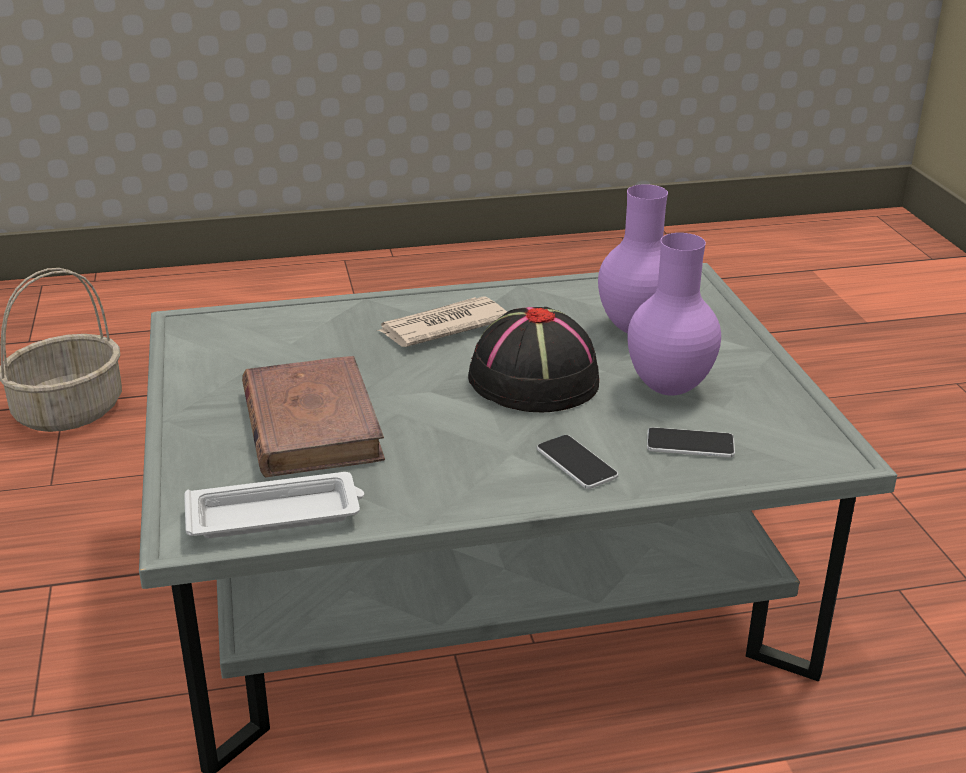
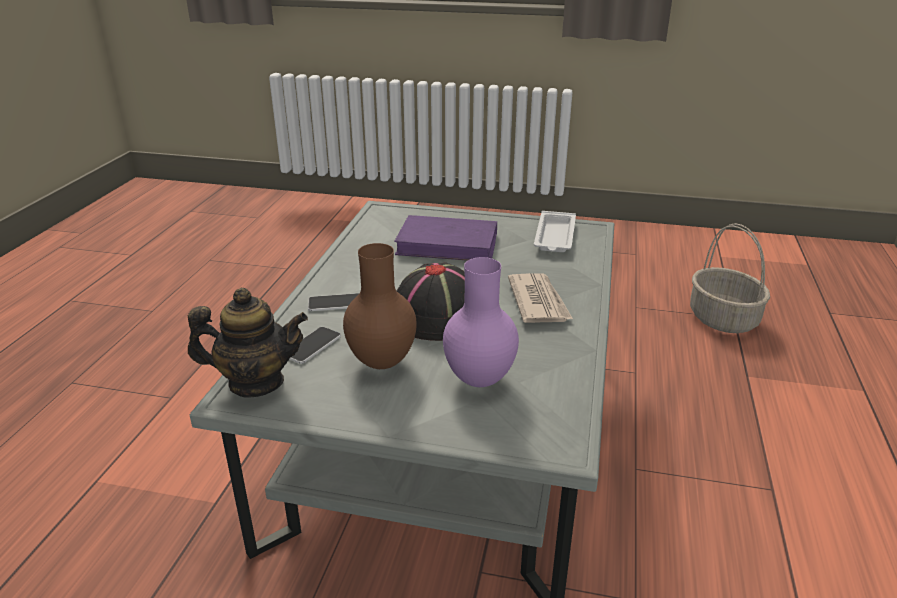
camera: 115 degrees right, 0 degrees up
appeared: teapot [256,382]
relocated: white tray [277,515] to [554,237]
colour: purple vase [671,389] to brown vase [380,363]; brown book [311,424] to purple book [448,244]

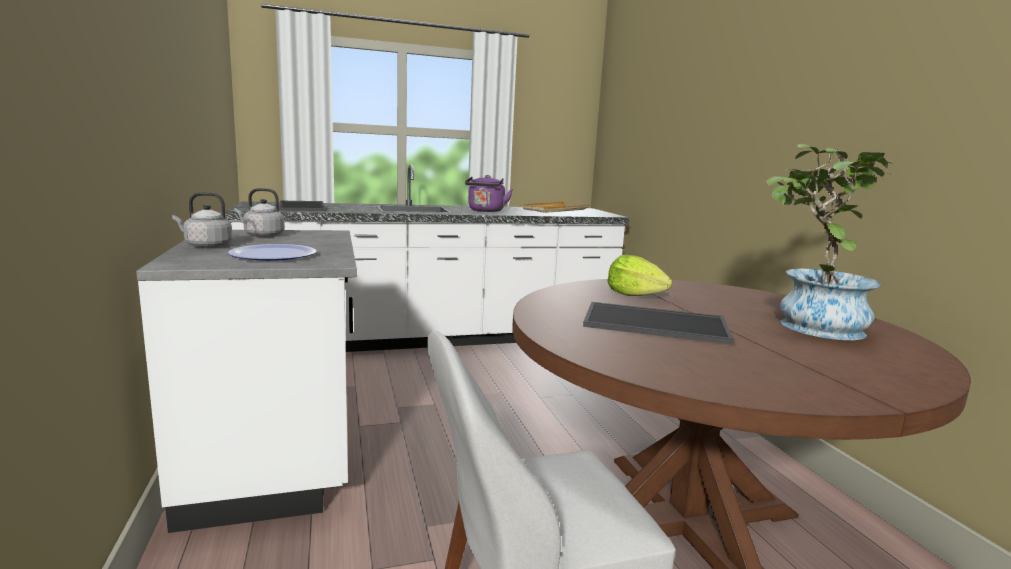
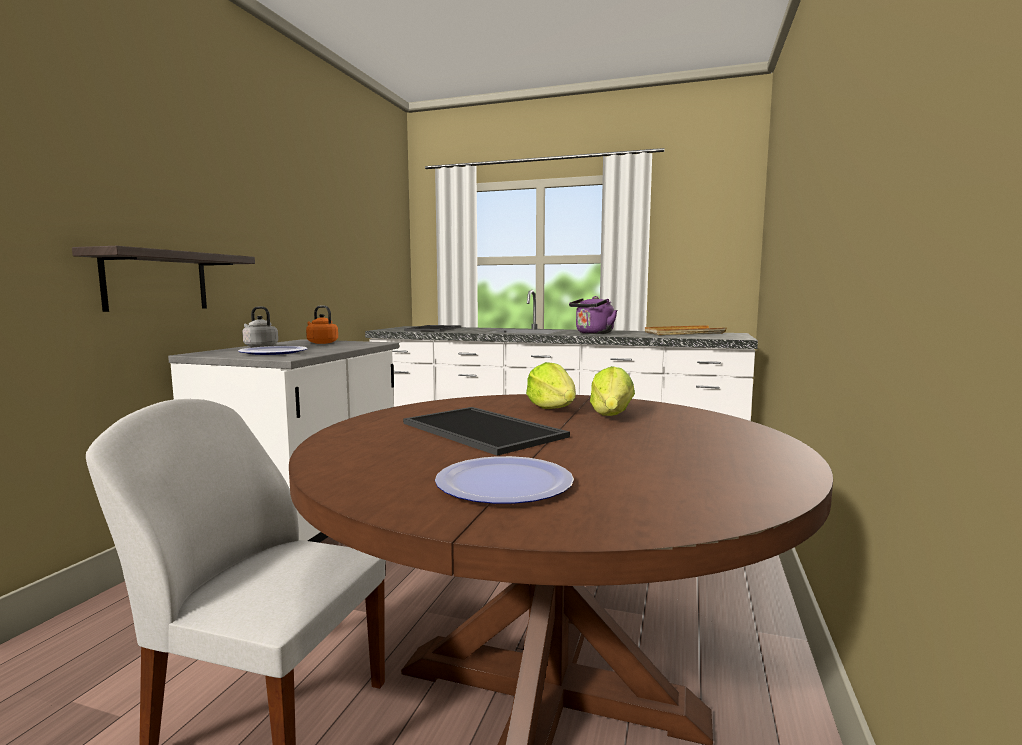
camera: 35 degrees right, 5 degrees down
missing: potted plant [808,324]
appeared: shelf [156,281]; plate [504,483]; lettuce [611,416]
colour: grey kettle [262,235] to orange kettle [321,343]

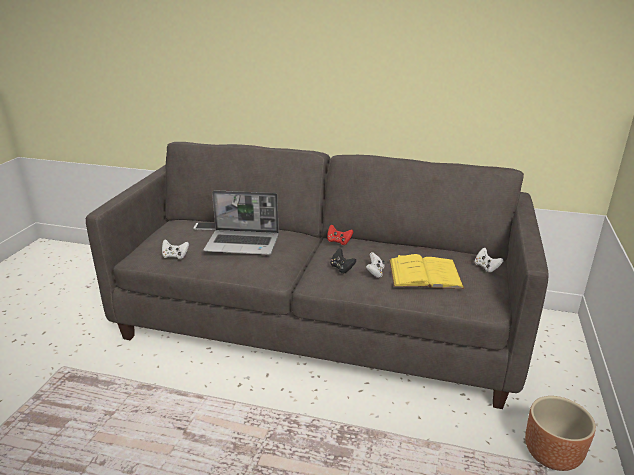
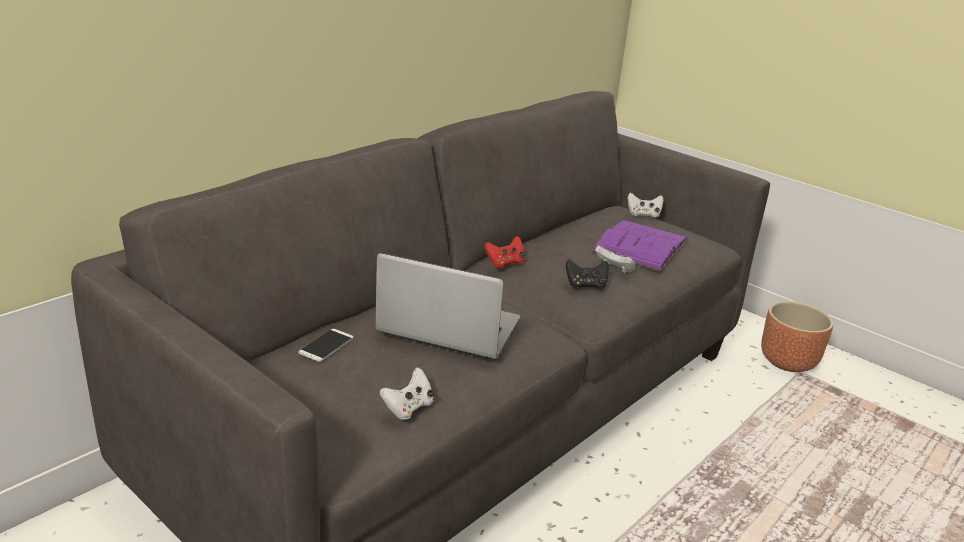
camera: 65 degrees left, 0 degrees up
colour: yellow book [425,274] to purple book [640,245]
spun: laptop [243,243] = [446,328] 105 degrees counterclockwise

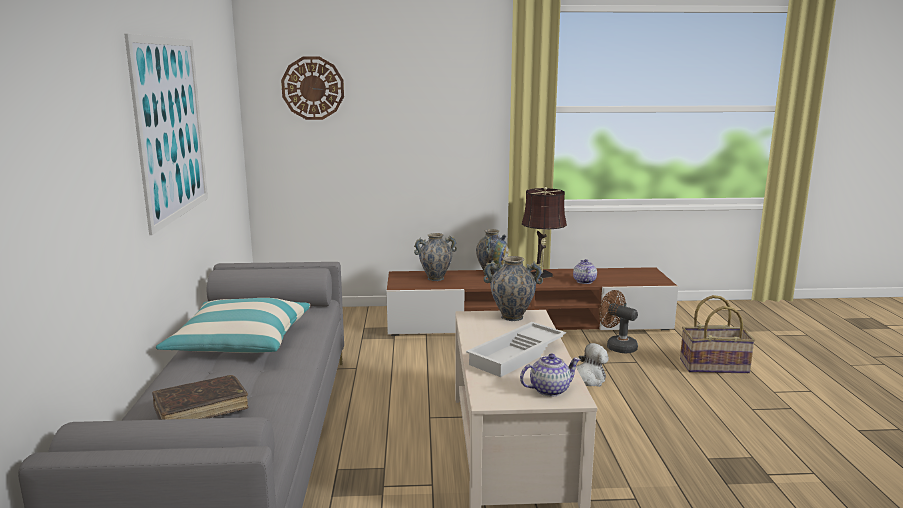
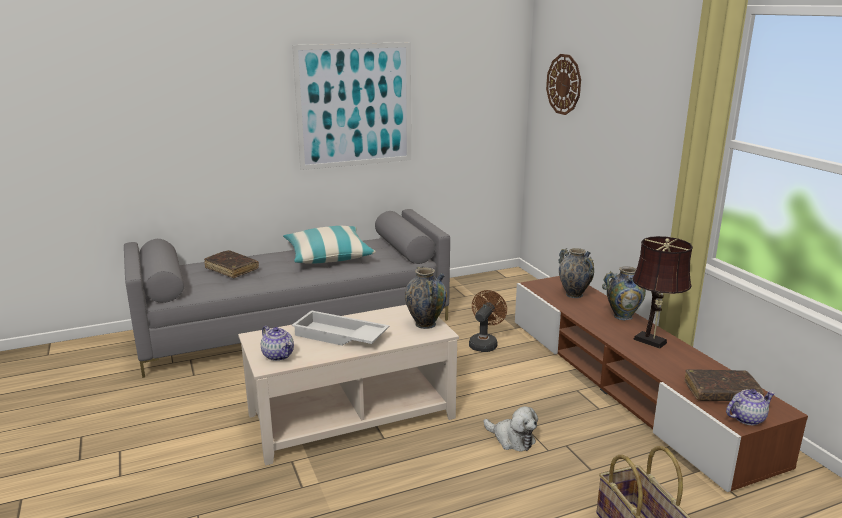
camera: 70 degrees right, 5 degrees up
appeared: brown book [721,392]
relocated: brown fan [617,346] to [484,343]; teapot [584,281] to [747,418]

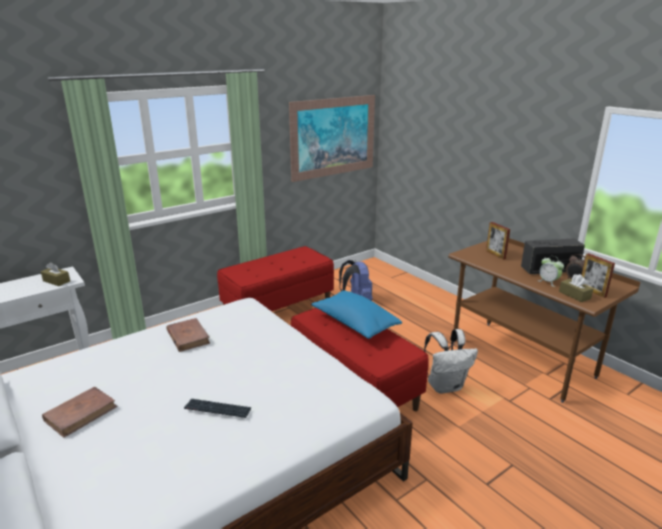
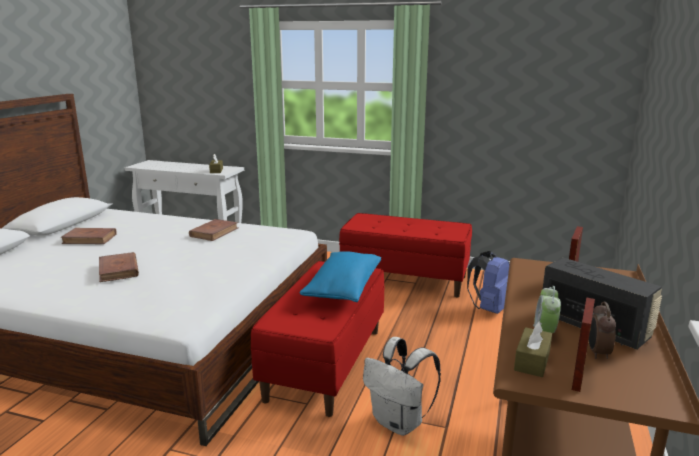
camera: 55 degrees right, 5 degrees down
missing: picture [333,137]
exchanged: keyboard [217,409] to brown book [118,270]

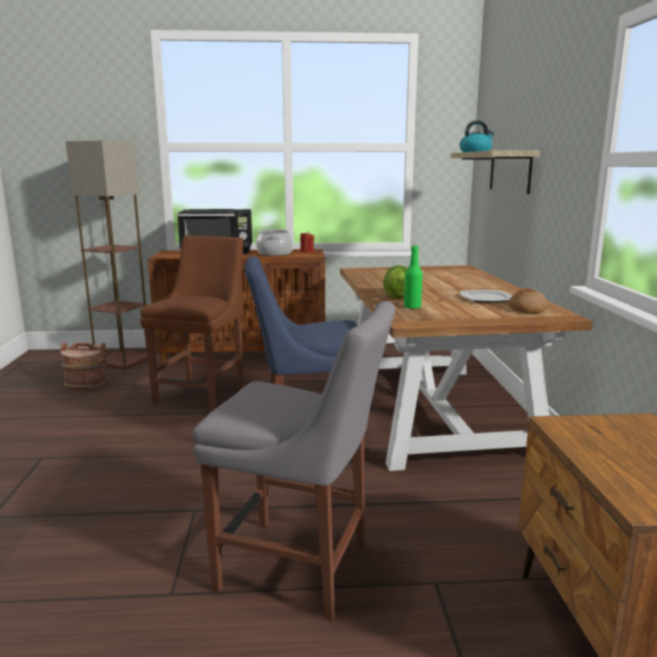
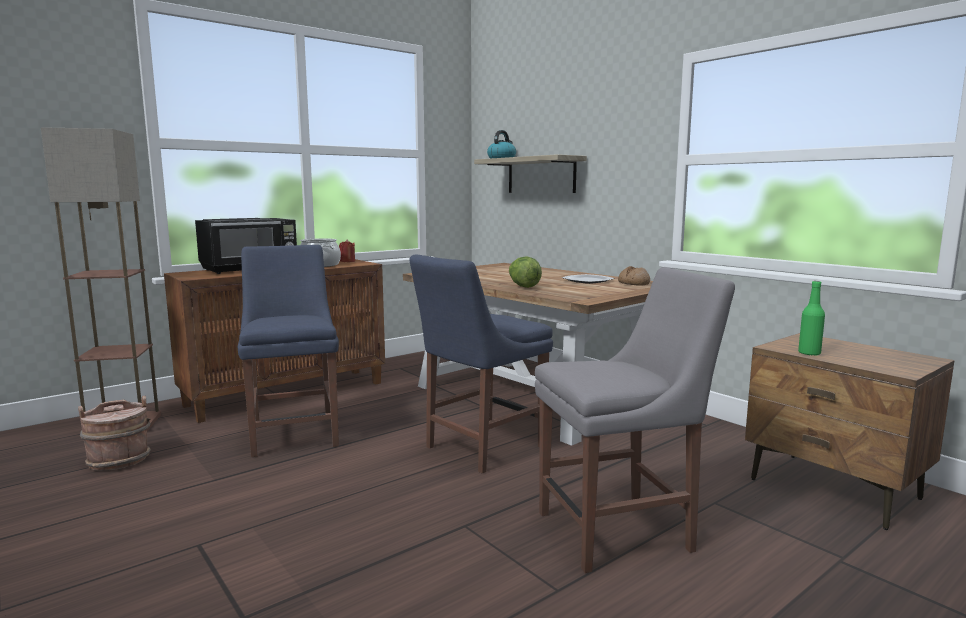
camera: 35 degrees left, 5 degrees down
relocated: green bottle [412,307] to [809,353]
colour: brown chair [203,393] to blue chair [295,433]

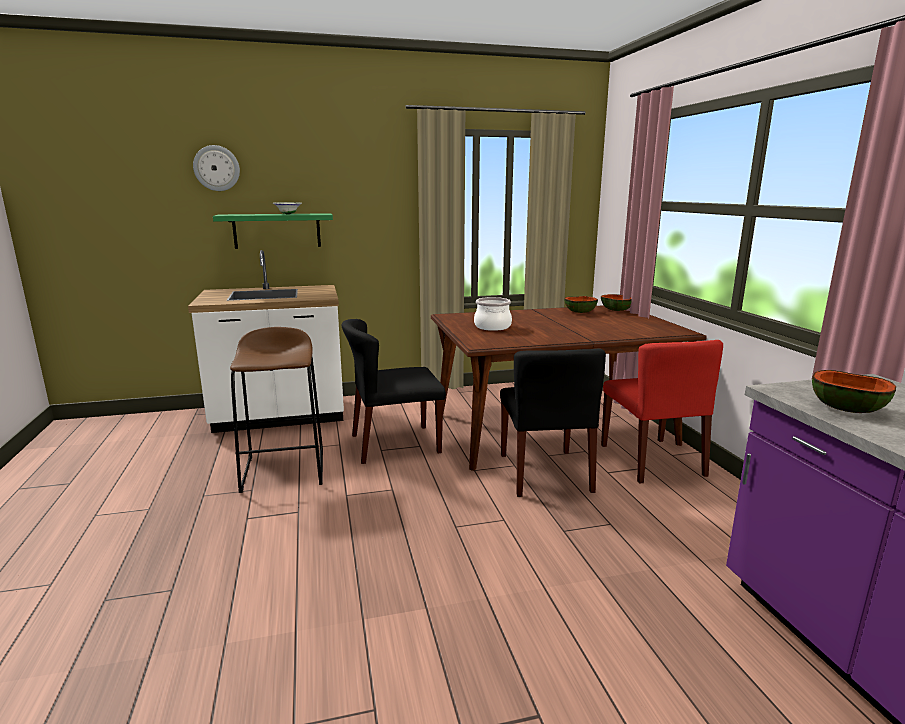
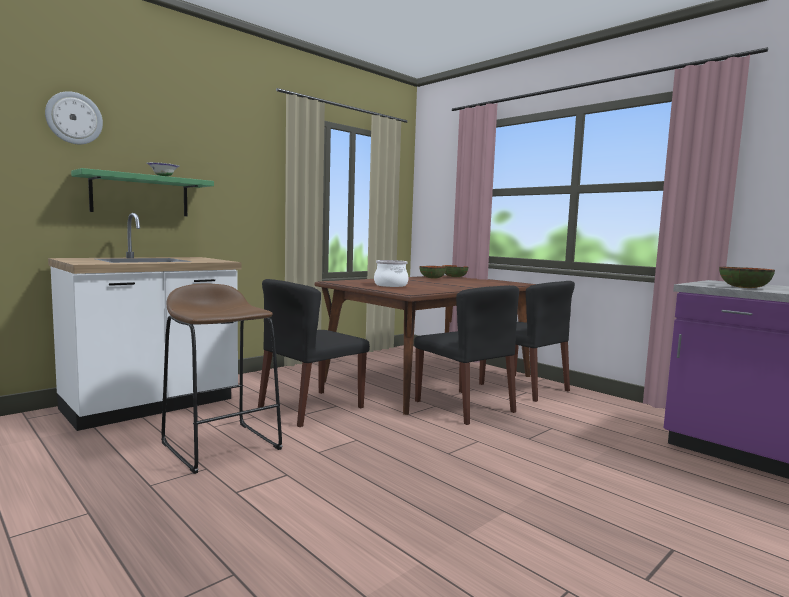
camera: 30 degrees left, 10 degrees down
colour: red chair [652,460] to black chair [524,387]

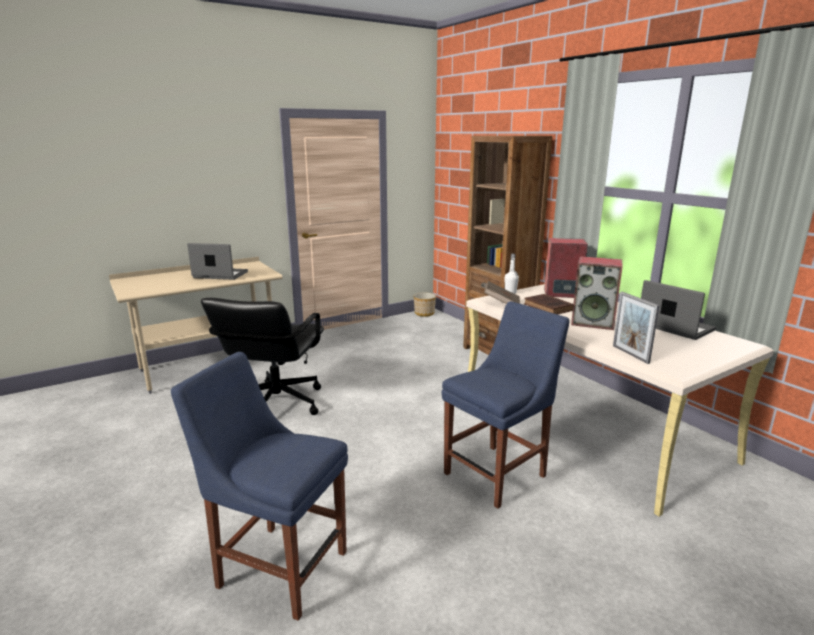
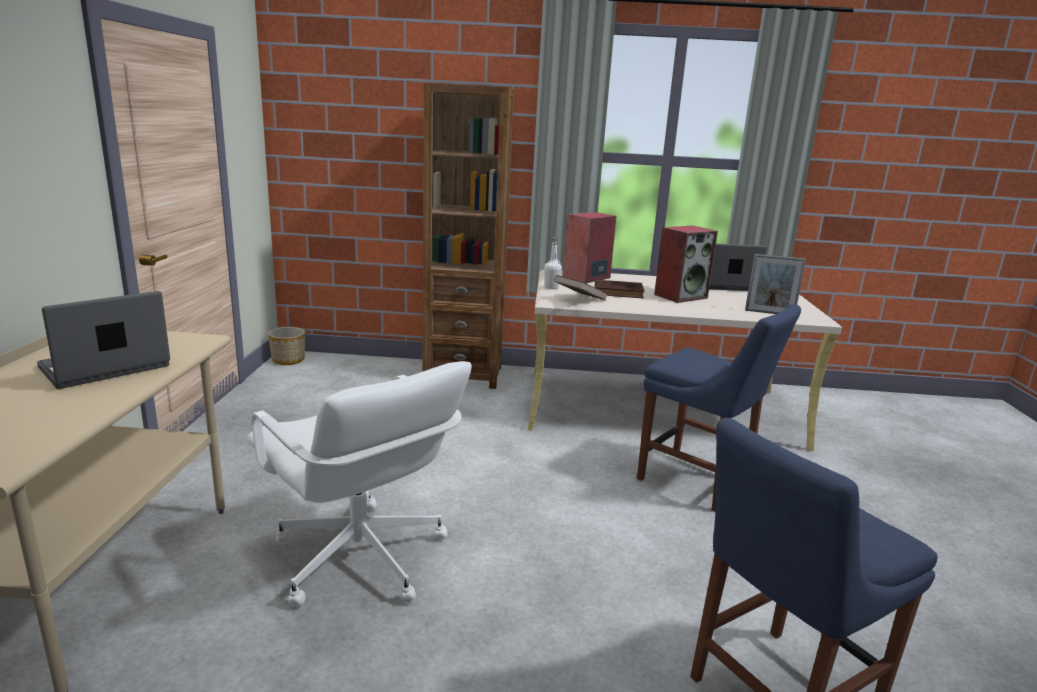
camera: 55 degrees left, 0 degrees up
colour: black office chair [276,404] to white office chair [360,559]
spun: blue chair [499,473] = [699,482] 135 degrees clockwise

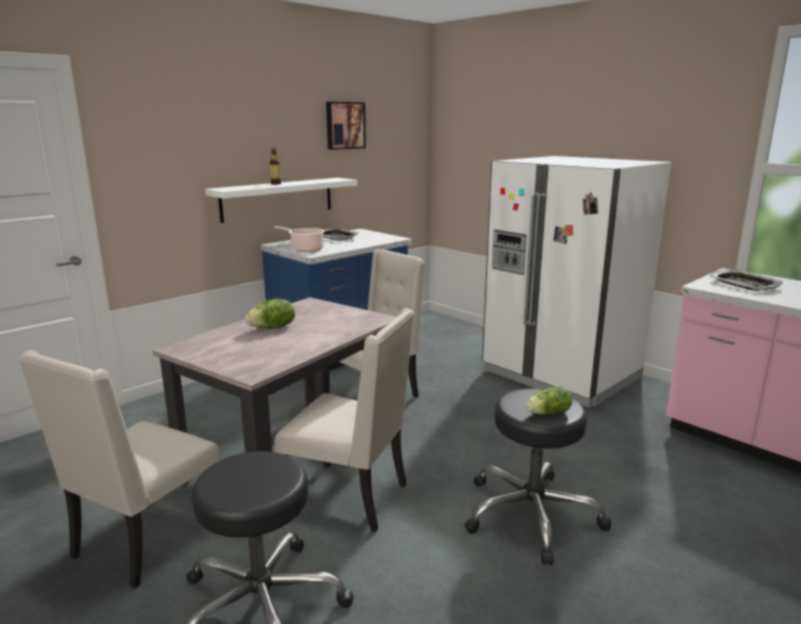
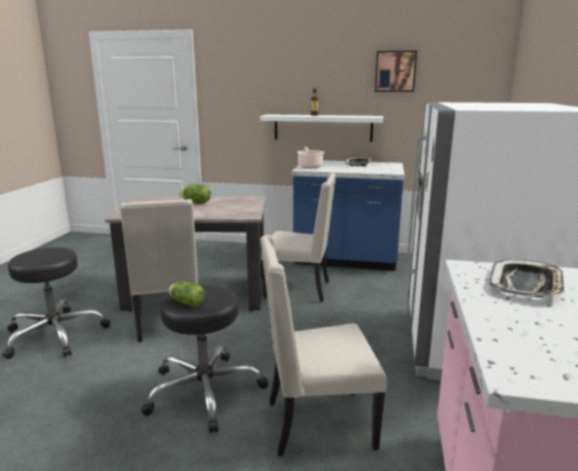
camera: 55 degrees right, 0 degrees up
relocated: beige chair [145,541] to [317,423]

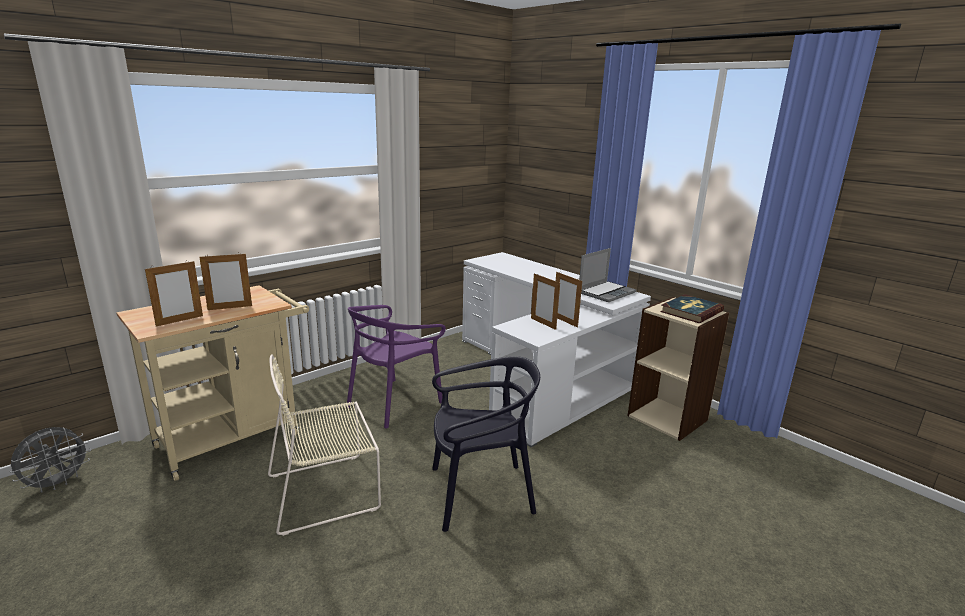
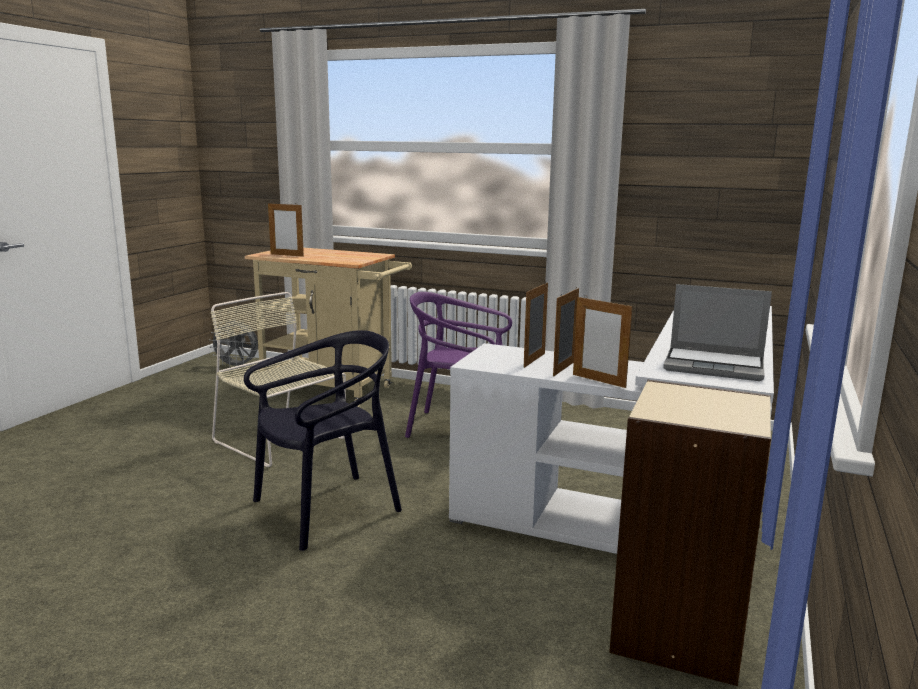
camera: 65 degrees right, 5 degrees down
missing: book [691,311]
relocated: picture frame [230,307] to [598,381]
spun: black chair [480,493] = [326,509] 90 degrees counterclockwise

